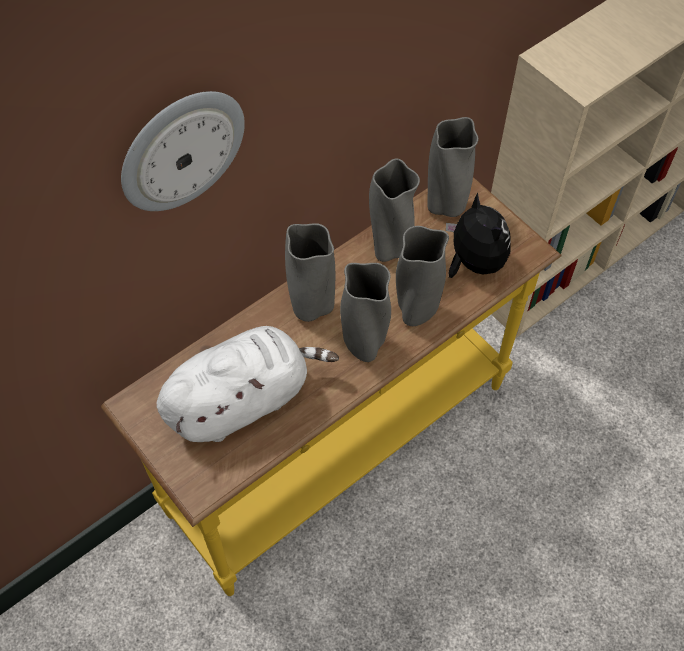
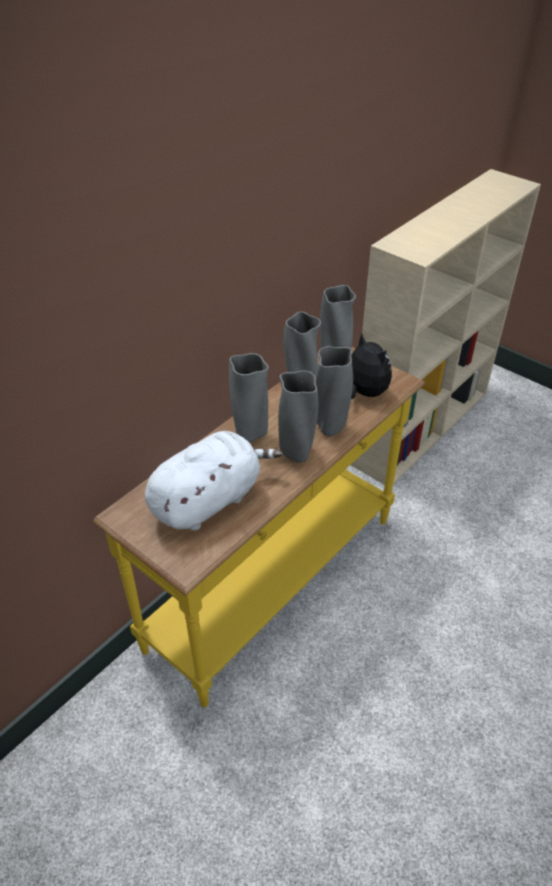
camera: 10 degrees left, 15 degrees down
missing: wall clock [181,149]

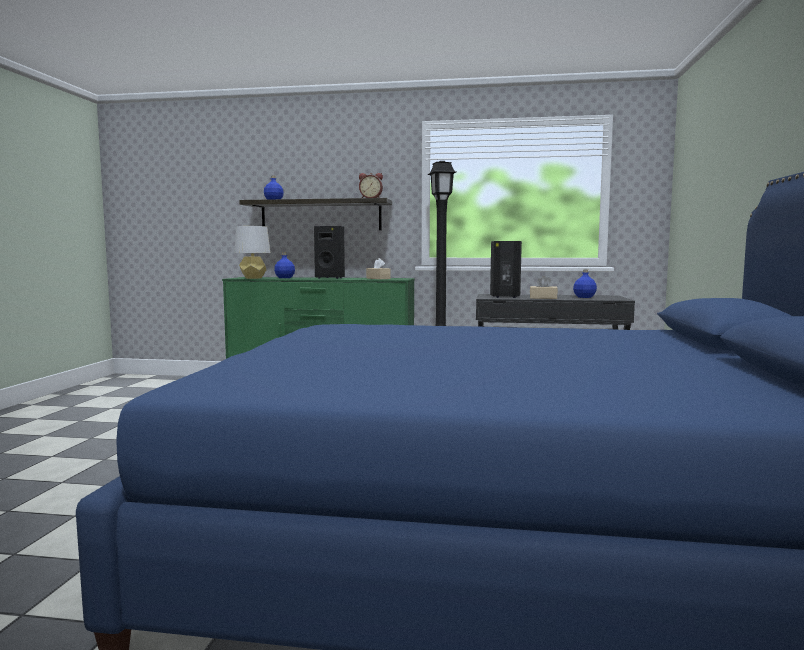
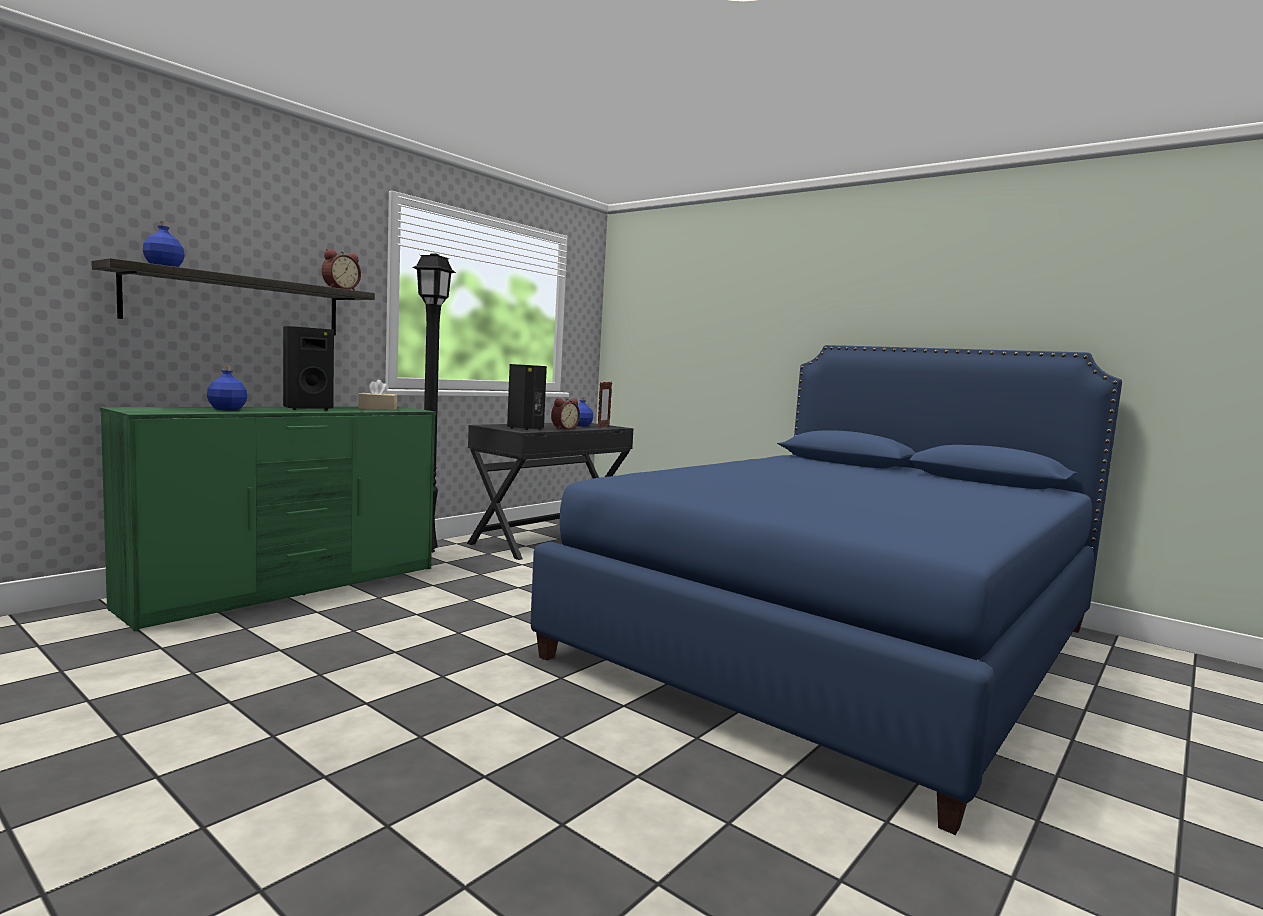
camera: 60 degrees left, 0 degrees up
missing: grey table lamp [253,278]
appeared: picture frame [603,427]
exchanged: beige tissue box [543,298] to alarm clock [563,428]

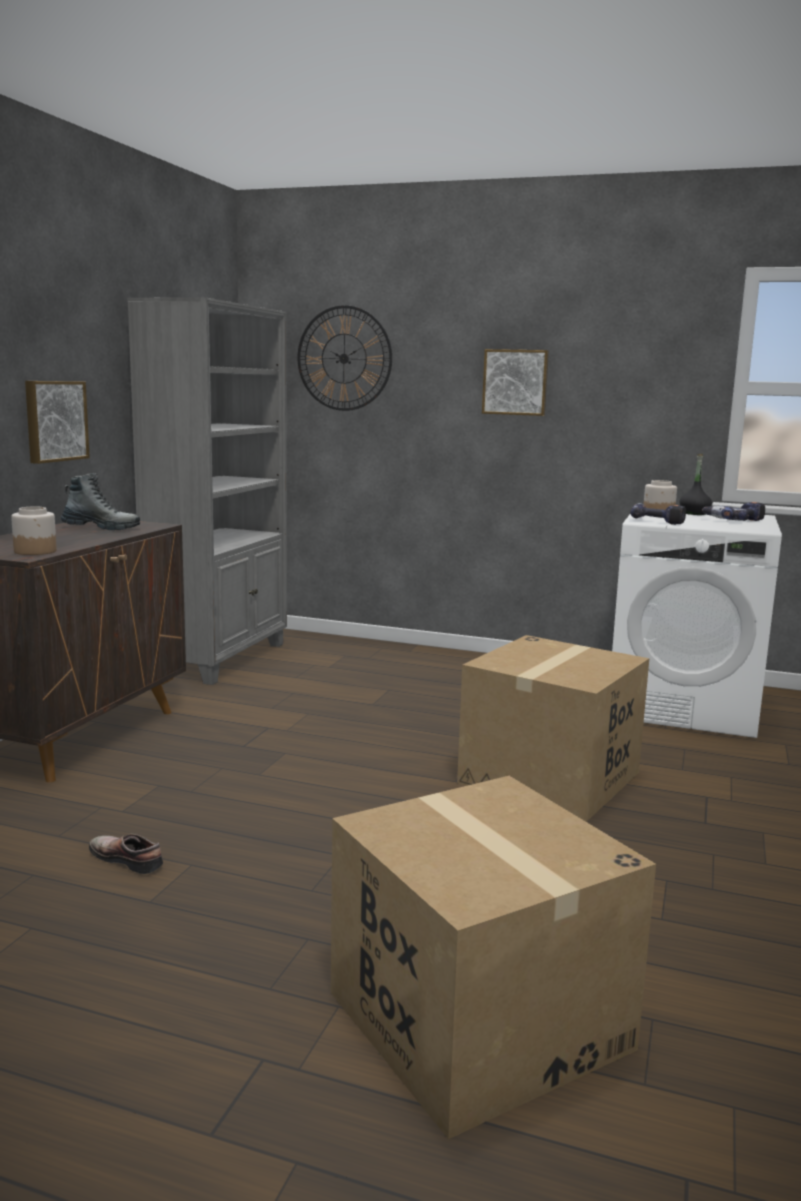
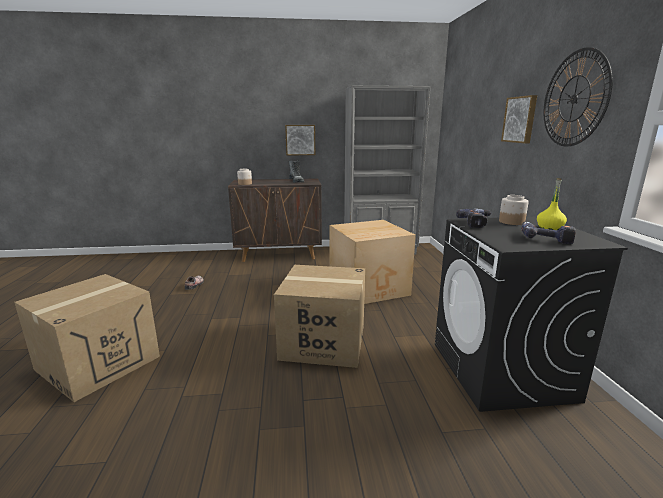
camera: 65 degrees right, 5 degrees up
appeared: cardboard box [370,288]
relocated: wall clock [344,358] to [574,99]
colour: white washing machine [684,706] to black washing machine [501,371]; black bottle [694,513] to yellow bottle [549,228]

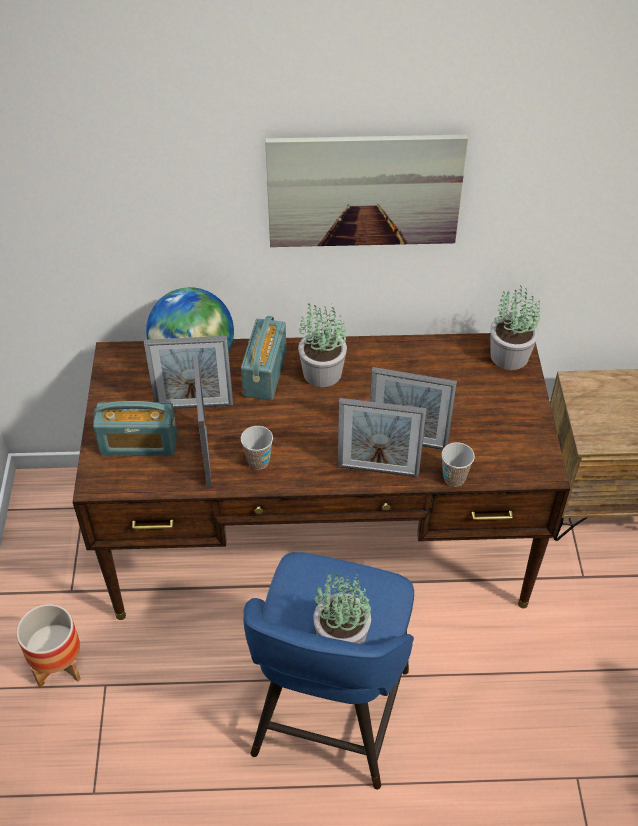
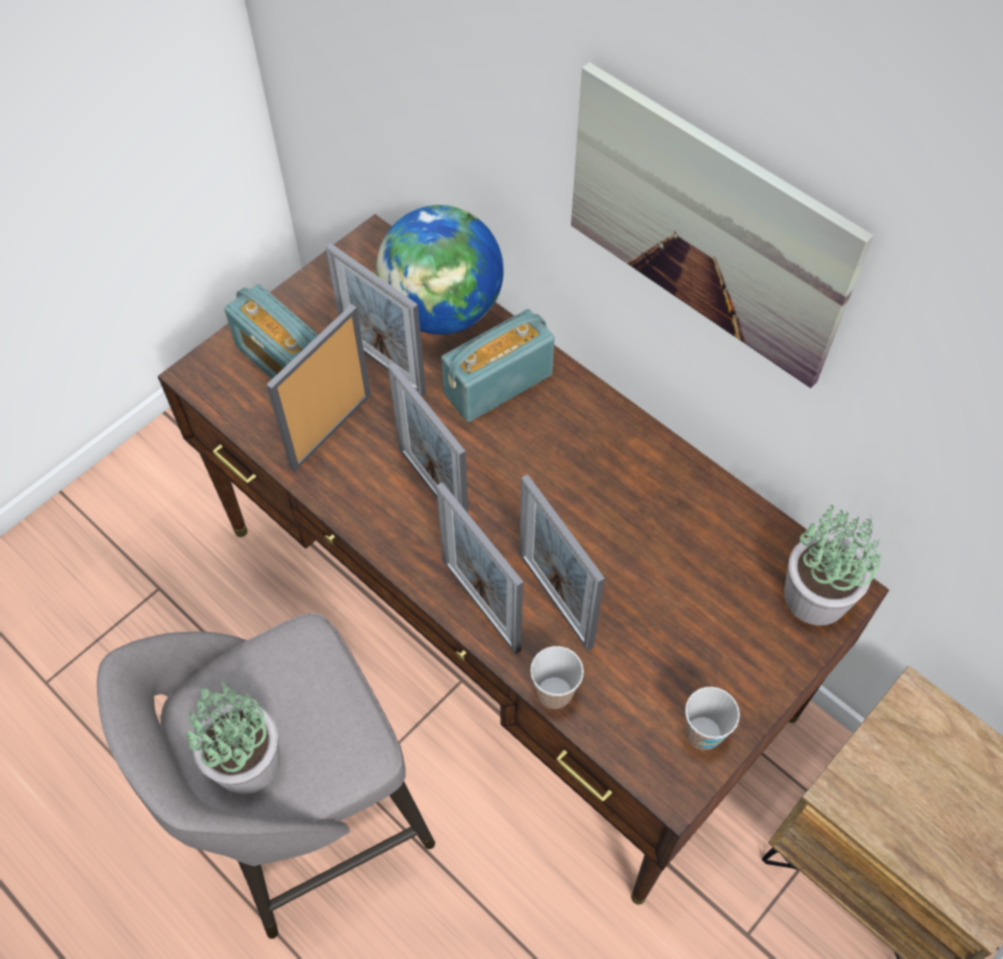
camera: 45 degrees right, 10 degrees up
missing: planter [59,665]; potted plant [321,373]
appeared: picture frame [433,489]
relocated: cup [258,461] to [703,733]
colour: blue stool [329,717] to grey stool [307,816]

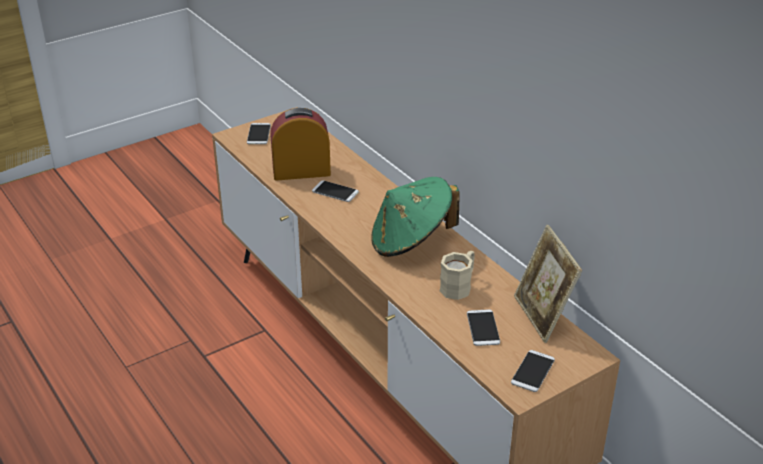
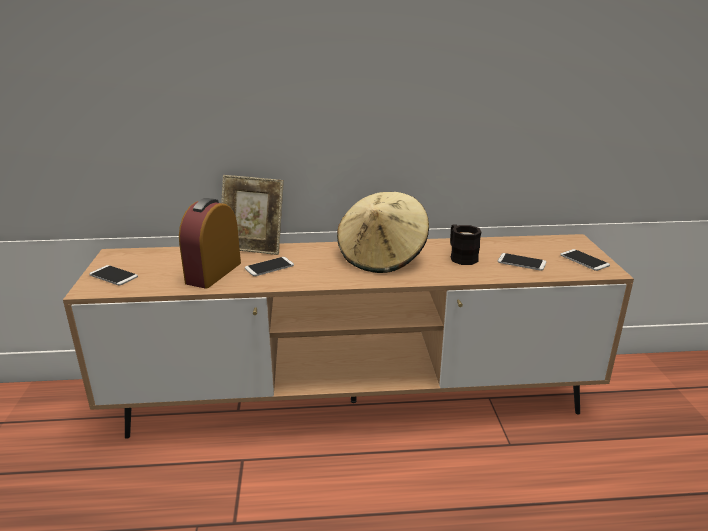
camera: 60 degrees left, 10 degrees down
relocated: picture frame [542,316] to [253,247]
colour: green hat [411,241] to beige hat [382,257]; beige mug [459,286] to black mug [460,256]

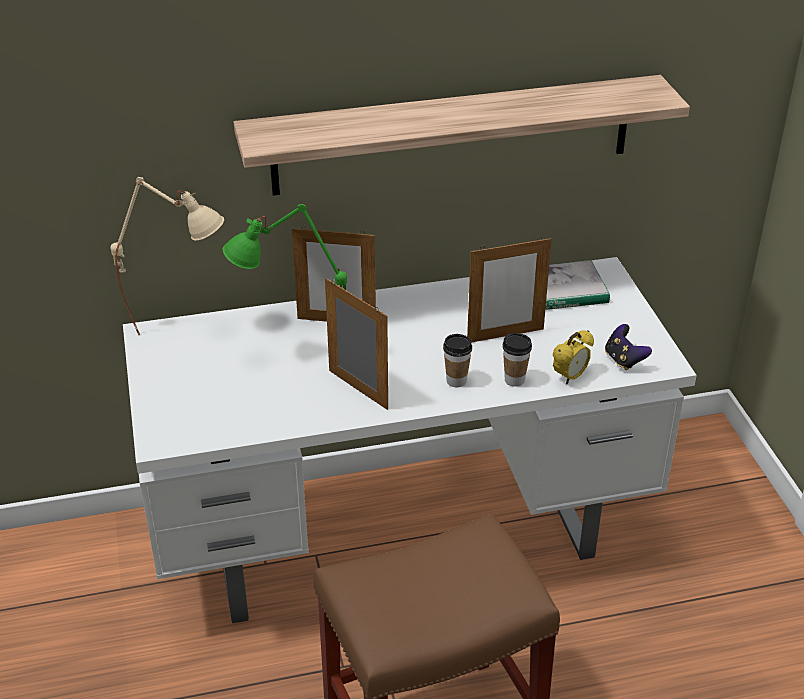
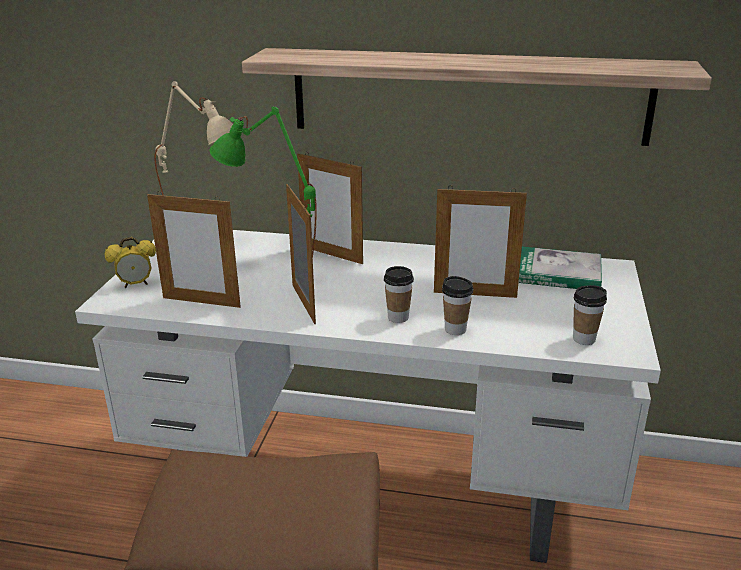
camera: 25 degrees right, 10 degrees down
appeared: picture frame [201,302]
relocated: alarm clock [570,377] to [136,284]
exchanged: game controller [624,360] to cup [584,339]

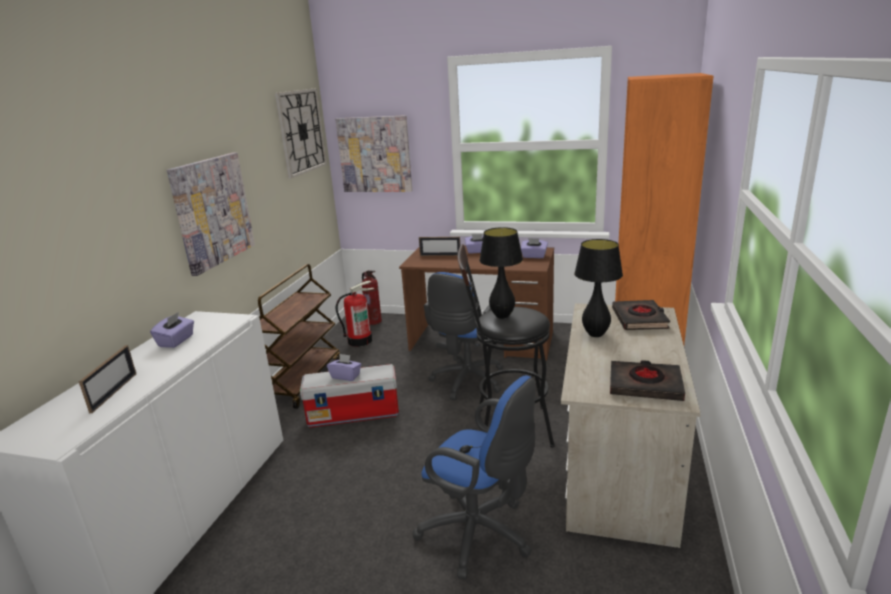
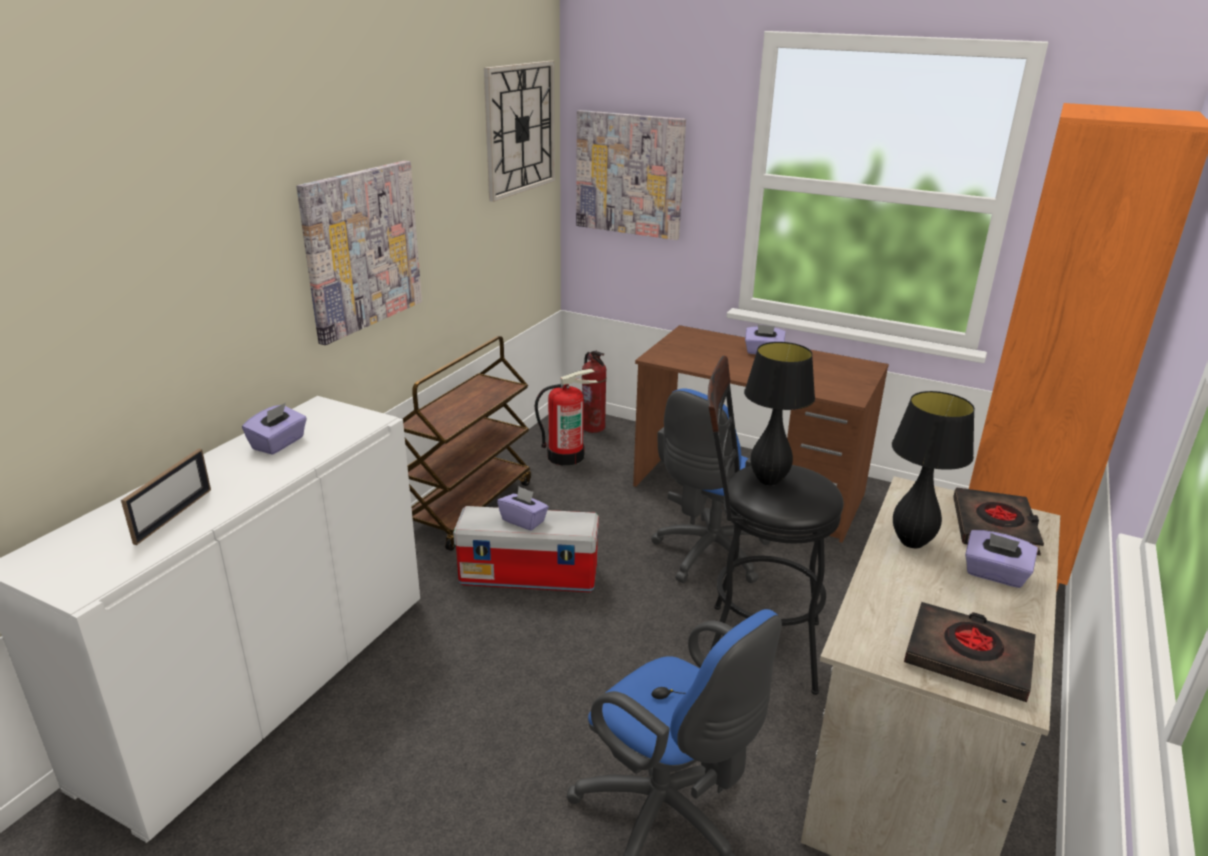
camera: 10 degrees right, 5 degrees up
missing: picture frame [440,255]
relocated: purple tissue box [534,256] to [994,574]

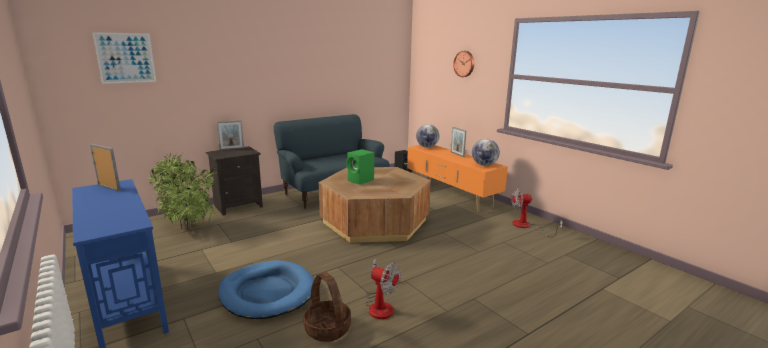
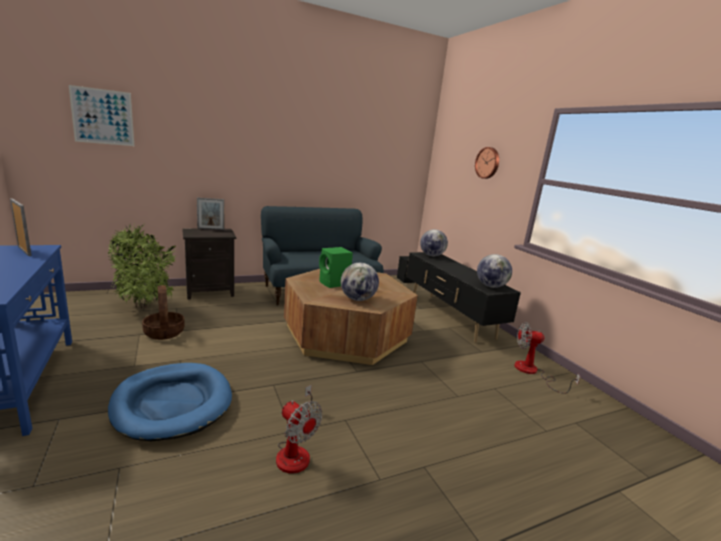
camera: 10 degrees right, 0 degrees up
missing: picture frame [457,154]
appeared: globe [357,299]
relocated: basket [327,329] to [164,332]
colour: orange tv stand [451,196] to black tv stand [449,317]

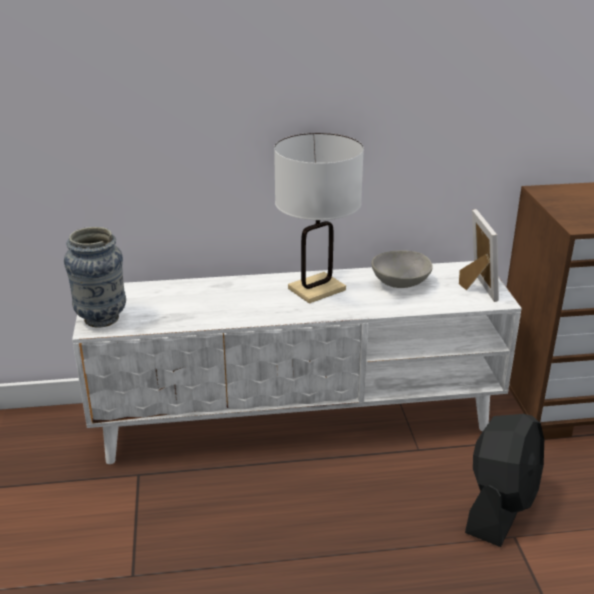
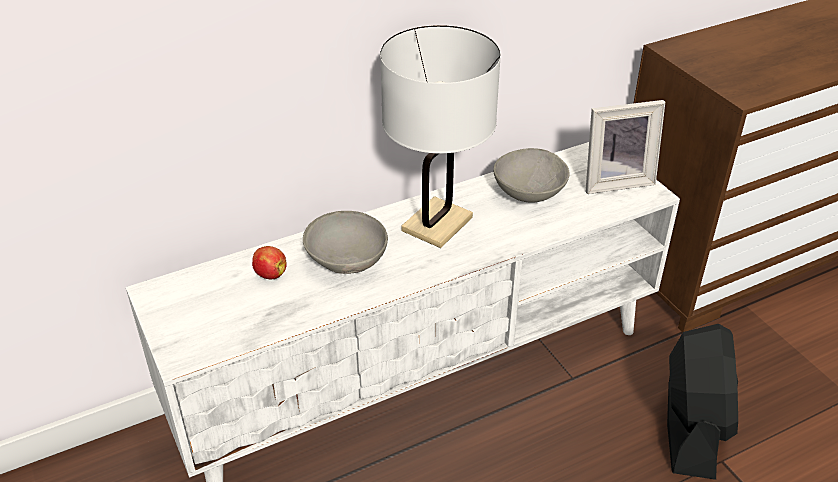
camera: 20 degrees left, 10 degrees up
missing: vase [102,319]
appeared: apple [270,274]; grey bowl [347,259]
spun: picture frame [475,288] = [615,180] 105 degrees clockwise

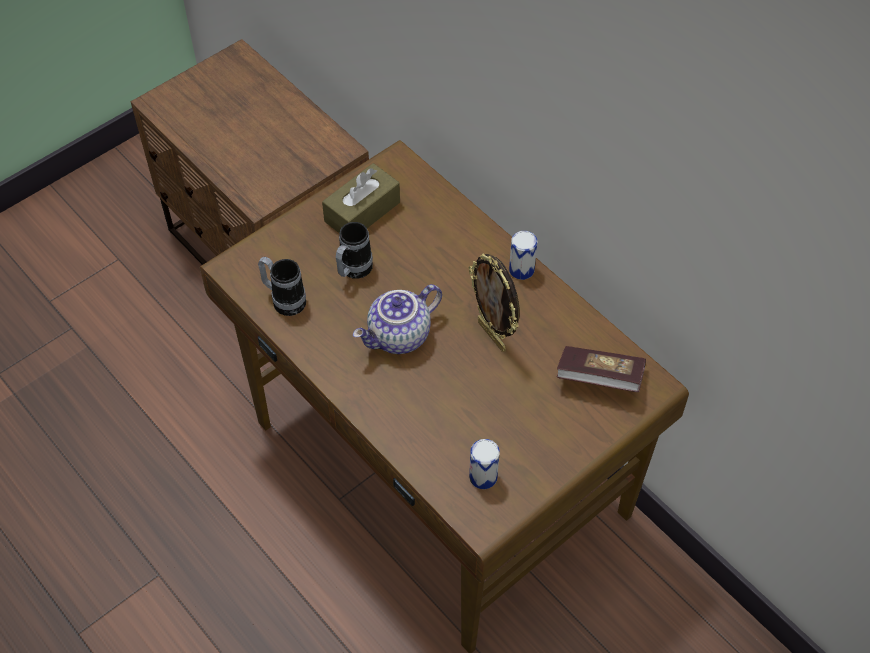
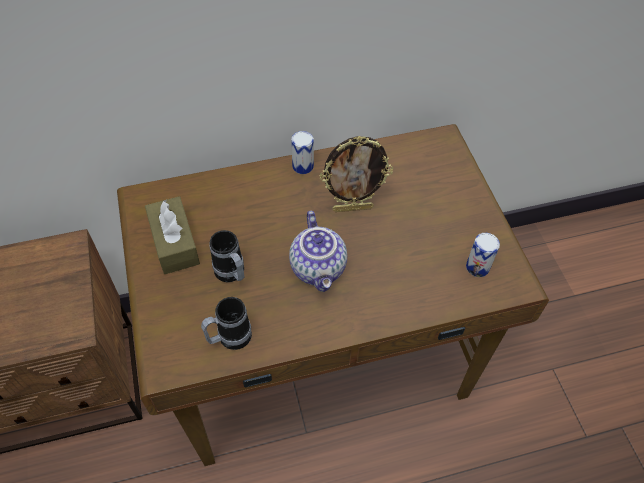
camera: 65 degrees left, 0 degrees up
missing: book [599,378]

